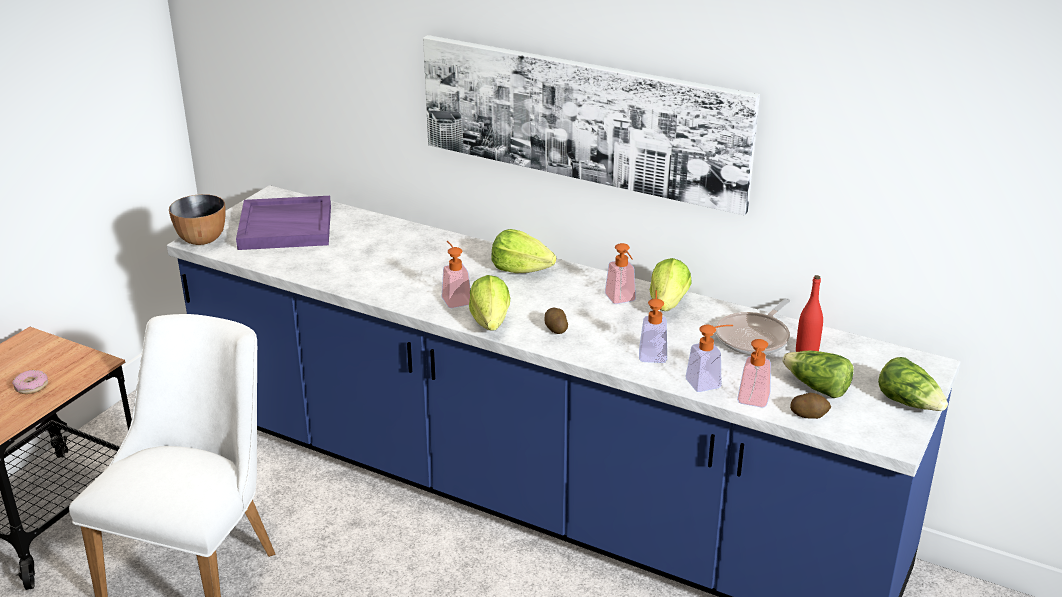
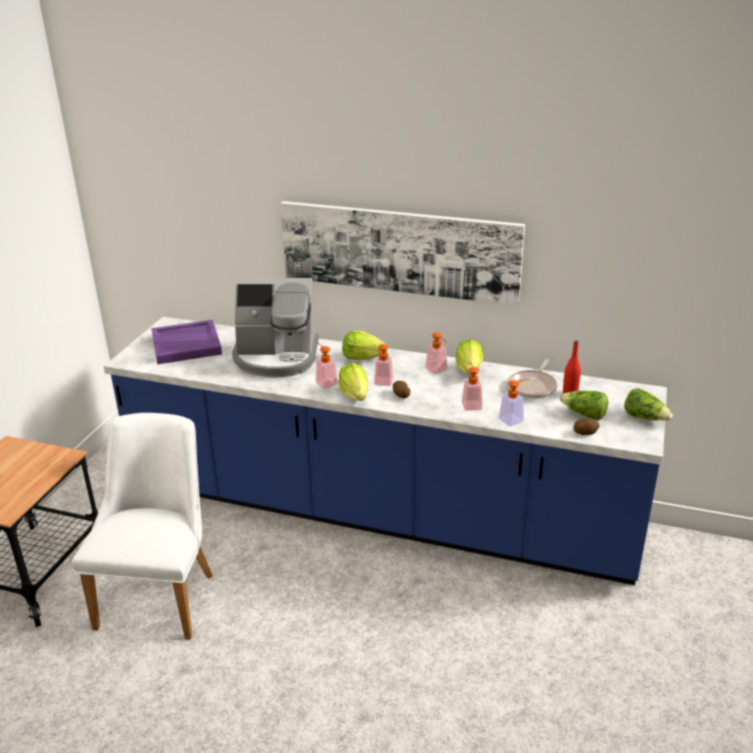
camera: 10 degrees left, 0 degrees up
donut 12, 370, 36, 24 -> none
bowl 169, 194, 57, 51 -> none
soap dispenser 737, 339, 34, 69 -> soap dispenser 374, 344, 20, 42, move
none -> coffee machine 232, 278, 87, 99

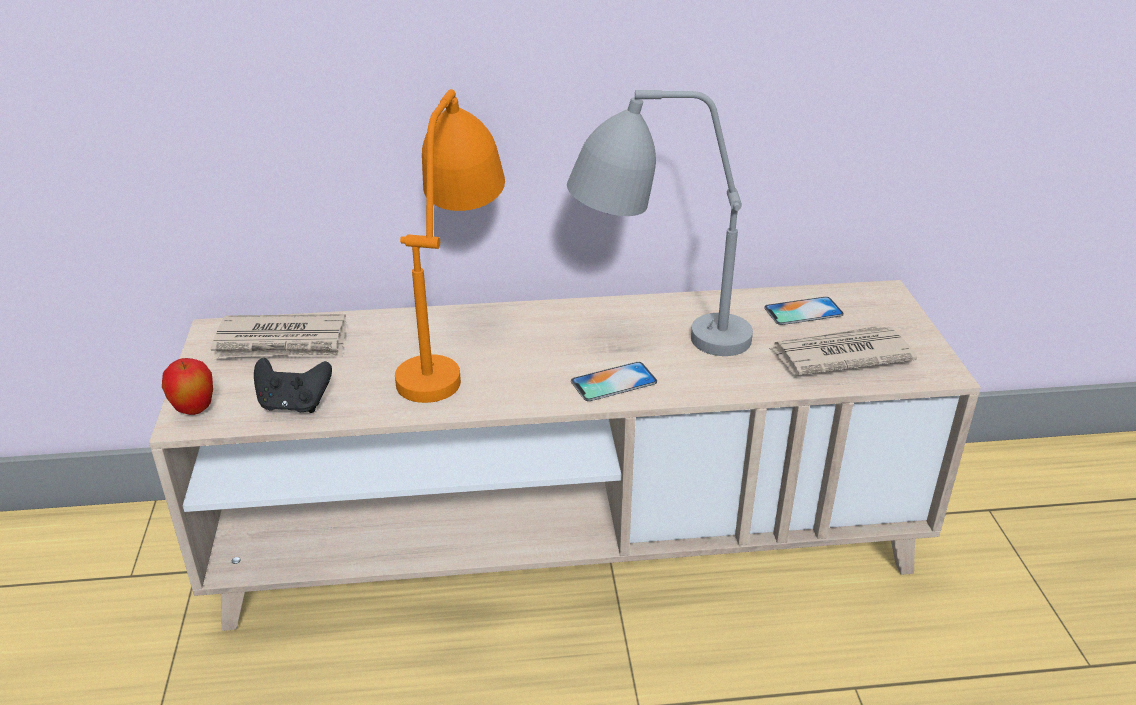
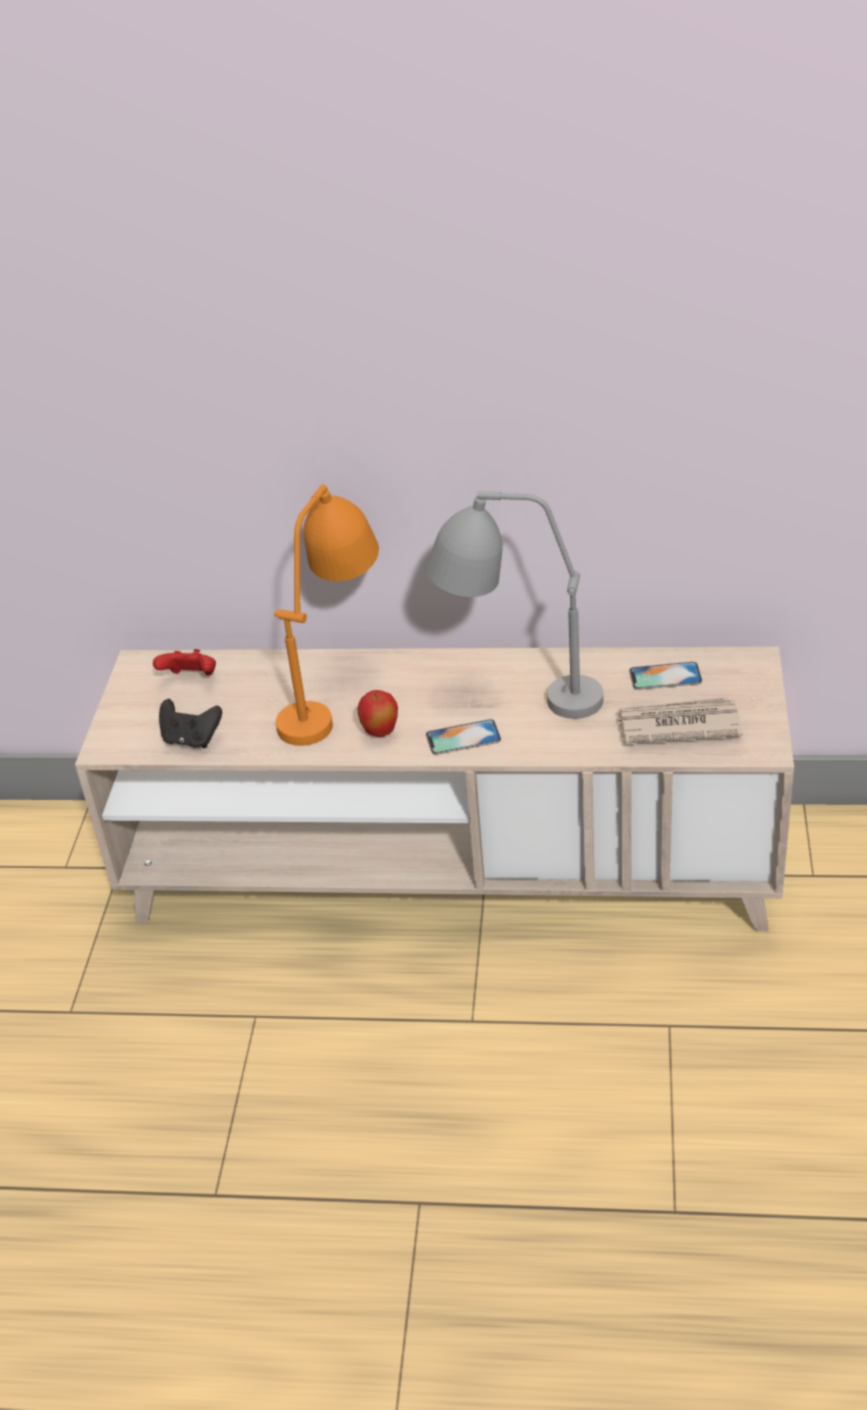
camera: 15 degrees right, 5 degrees up
apple 162, 358, 51, 57 -> apple 357, 690, 41, 47, move
newspaper 211, 314, 135, 44 -> game controller in red 153, 649, 63, 26

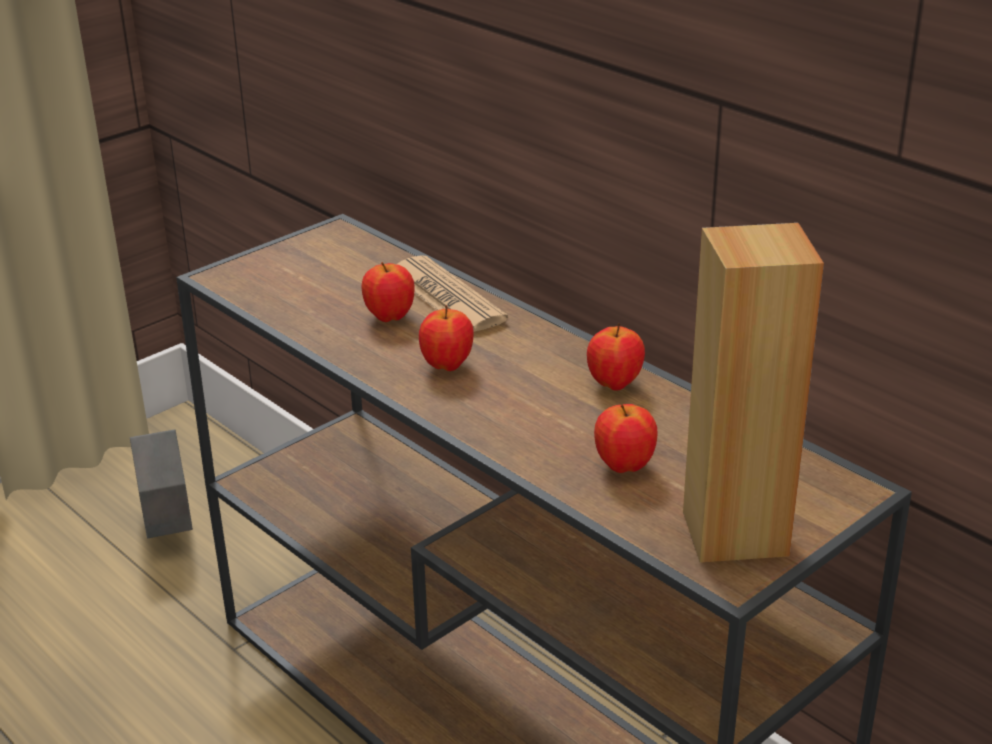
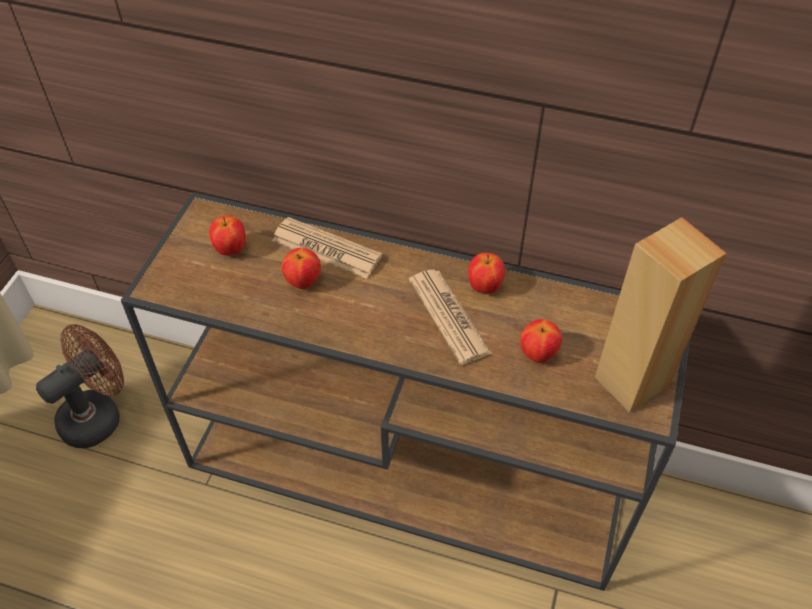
camera: 30 degrees left, 20 degrees up
planter in grey 130, 429, 63, 109 -> fan in brown 36, 324, 88, 124
apple 419, 305, 55, 66 -> apple 209, 216, 37, 39, move
none -> newspaper 409, 269, 83, 96

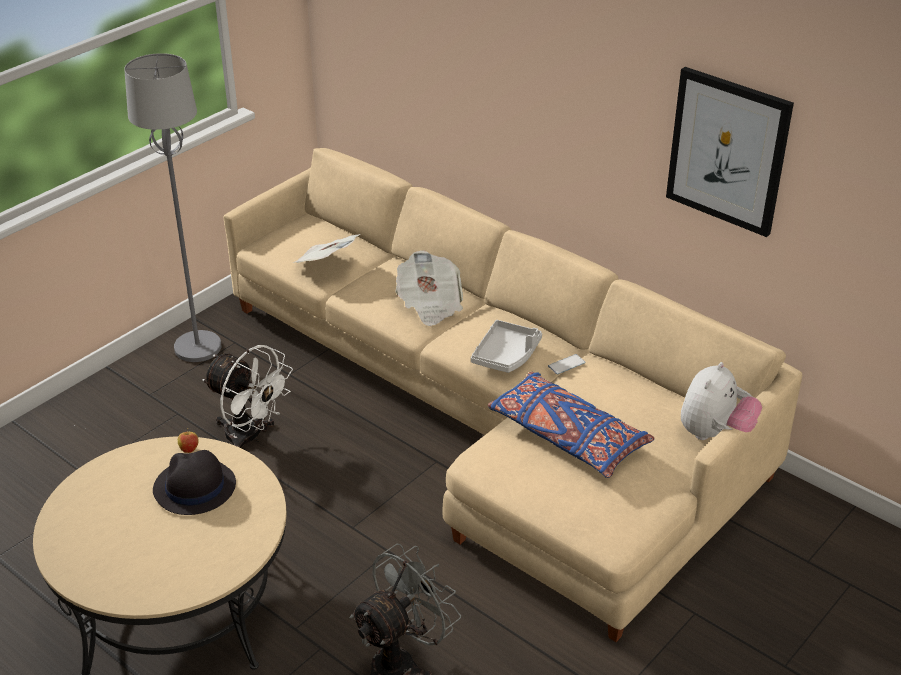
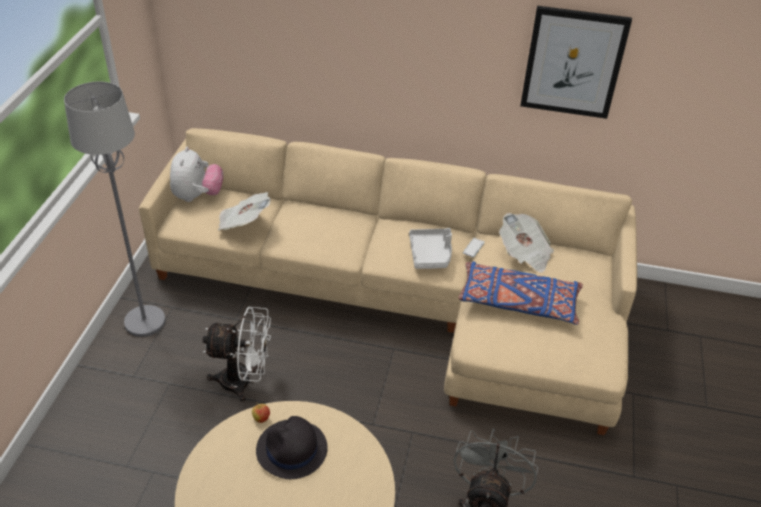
camera: 30 degrees left, 5 degrees up
newspaper 396, 250, 67, 76 -> newspaper 499, 213, 55, 60, move
plush toy 681, 362, 81, 78 -> plush toy 170, 147, 53, 55, move

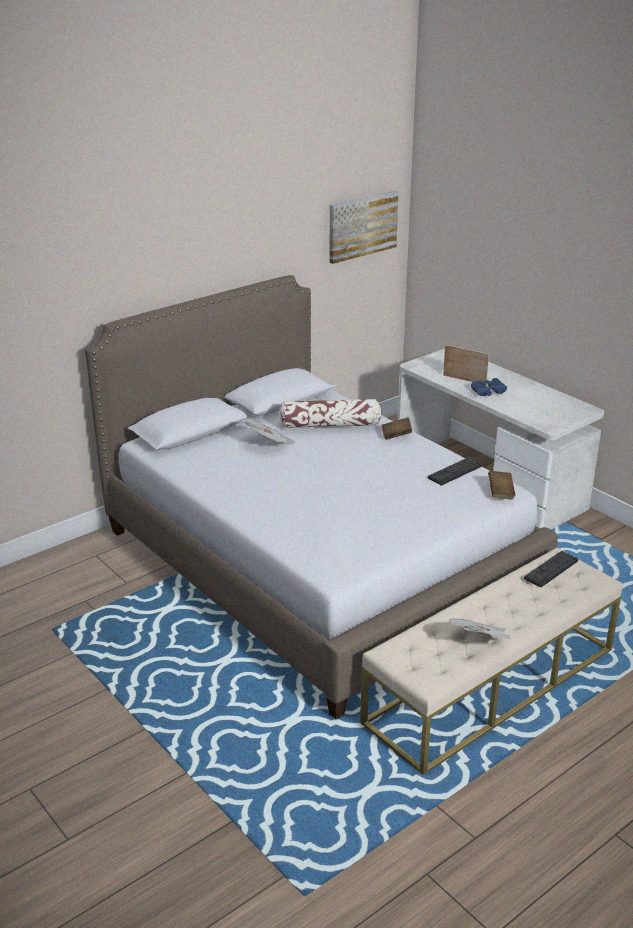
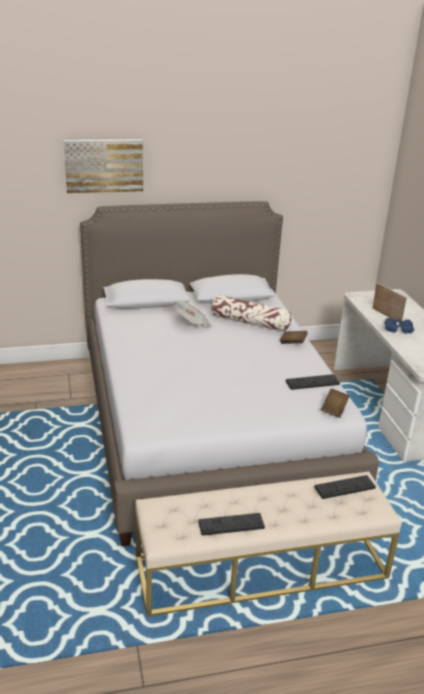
camera: 25 degrees right, 0 degrees up
picture 329, 191, 70, 73 -> picture 64, 139, 79, 54, move
newspaper 449, 618, 62, 21 -> keyboard 198, 513, 67, 23

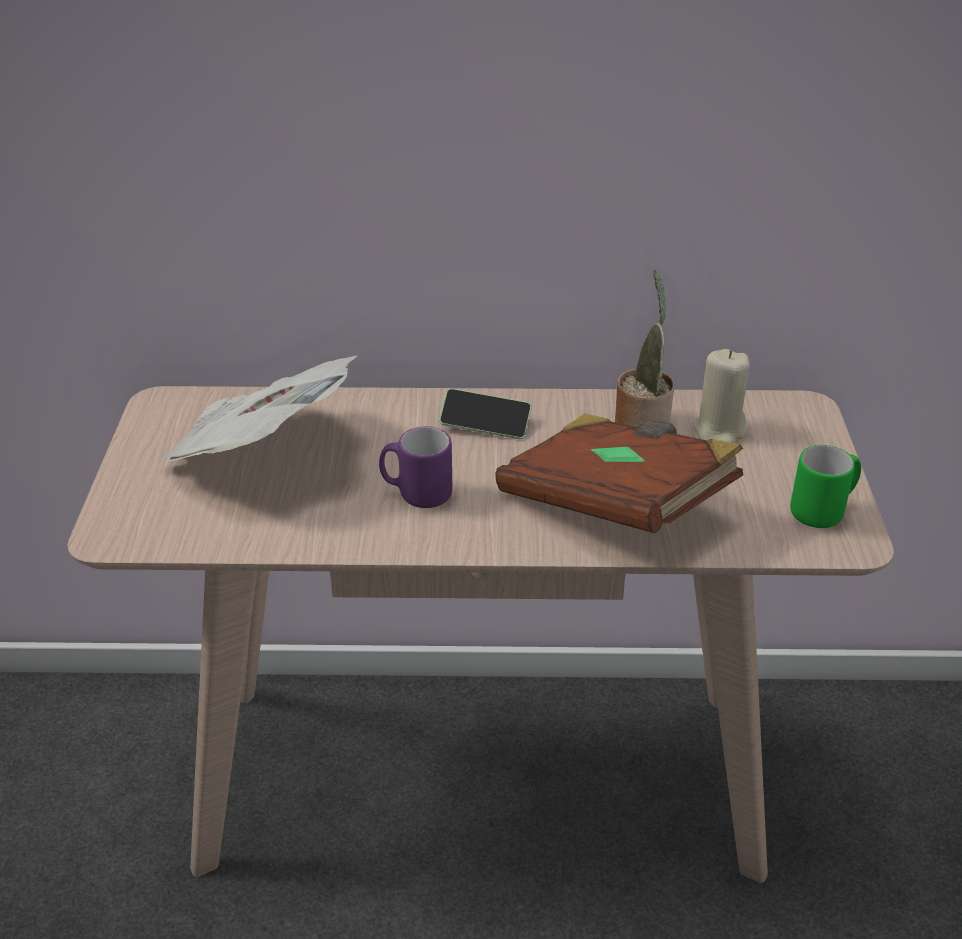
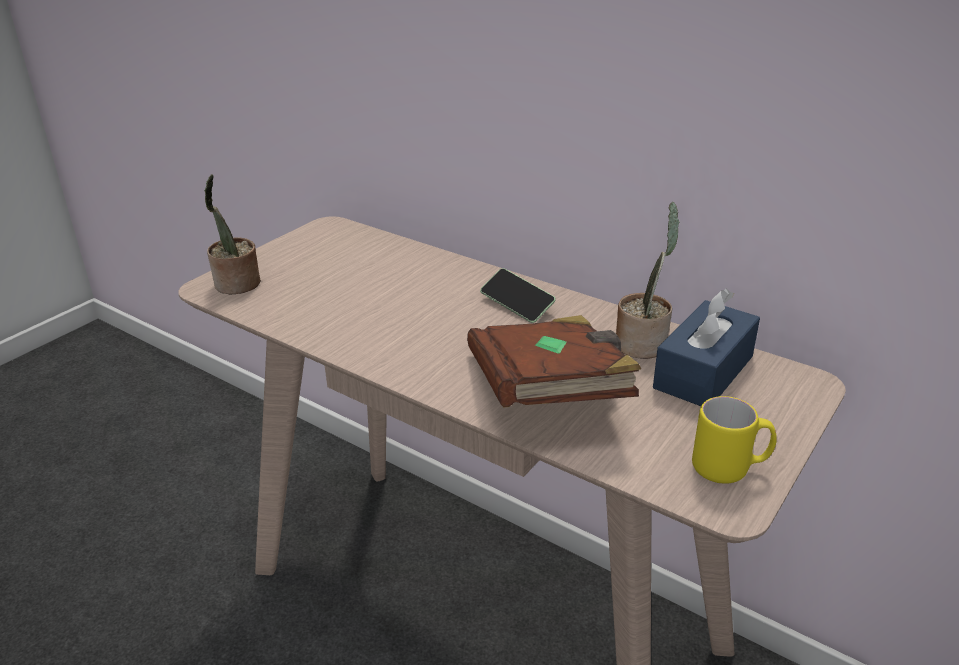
camera: 35 degrees right, 5 degrees down
newspaper 158, 356, 199, 105 -> none
mug in purple 379, 426, 73, 82 -> none
candle in beige 692, 349, 58, 94 -> tissue box in blue 653, 289, 107, 117
mug in green 790, 445, 71, 83 -> mug in yellow 692, 396, 85, 88
none -> potted plant 204, 174, 57, 120

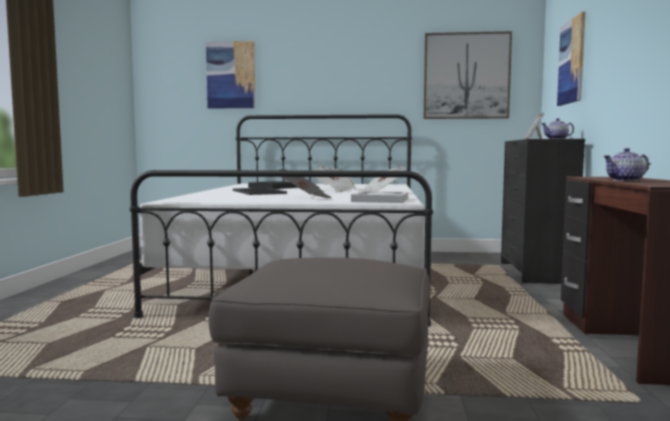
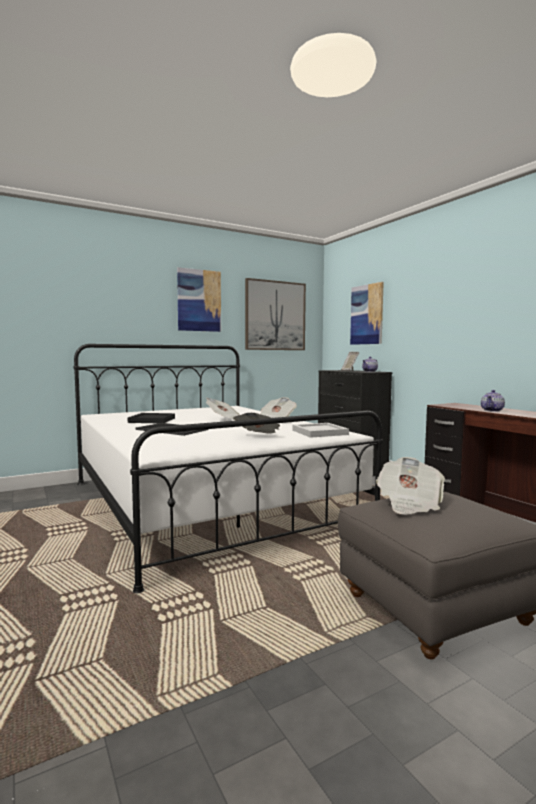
camera: 35 degrees left, 0 degrees up
picture 206, 41, 50, 68 -> picture 177, 267, 44, 65, move
none -> newspaper 376, 457, 69, 58

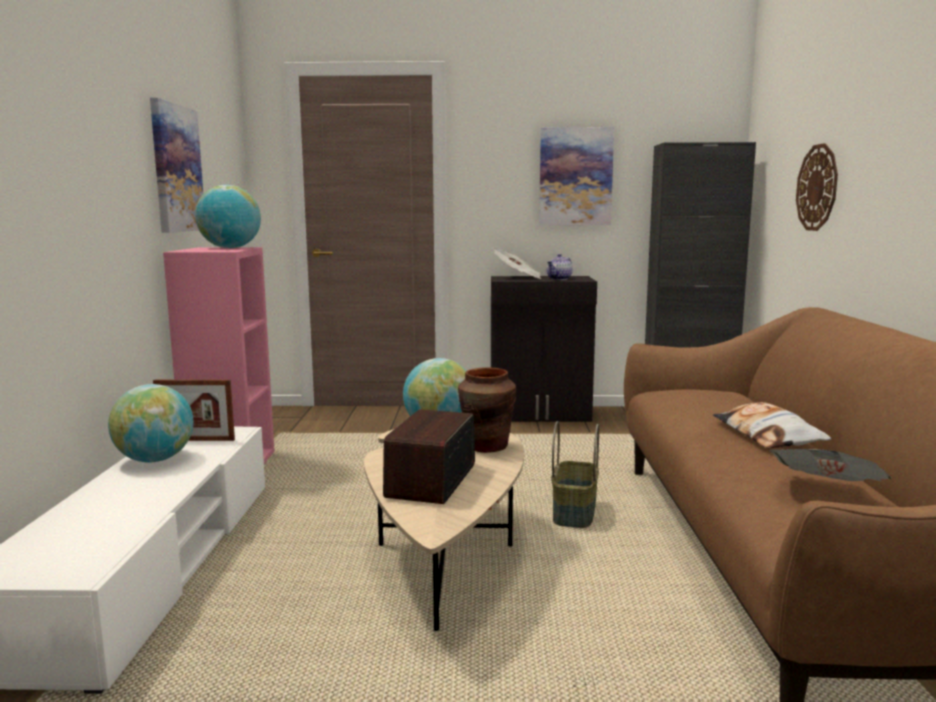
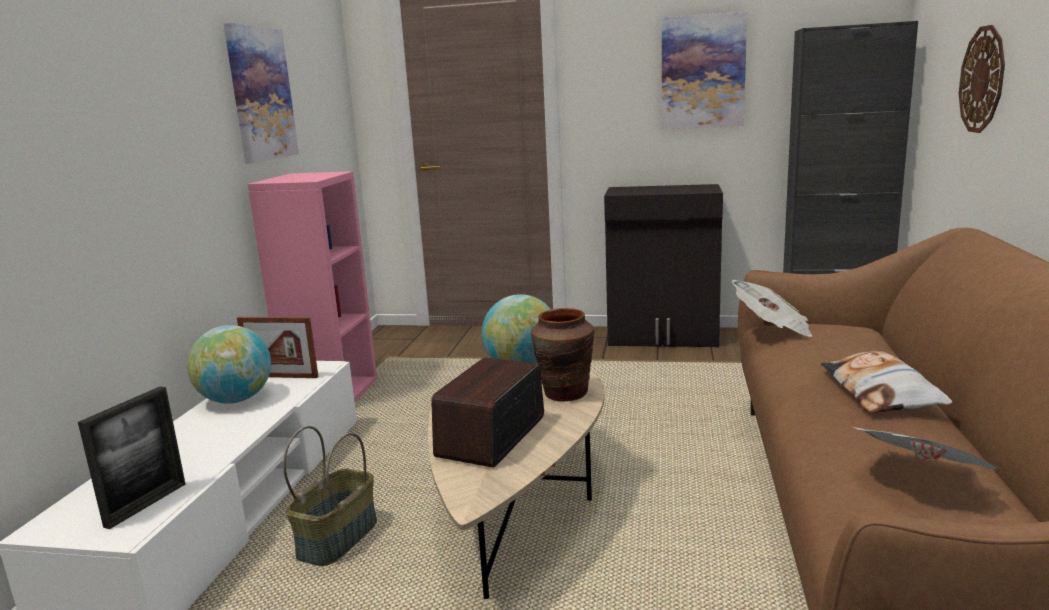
camera: 10 degrees right, 5 degrees up
globe 195, 185, 66, 63 -> none
newspaper 492, 247, 49, 32 -> newspaper 731, 280, 81, 57, move
teapot 547, 254, 26, 26 -> none
basket 551, 421, 48, 107 -> basket 283, 426, 94, 140, move
none -> picture frame 78, 386, 108, 143

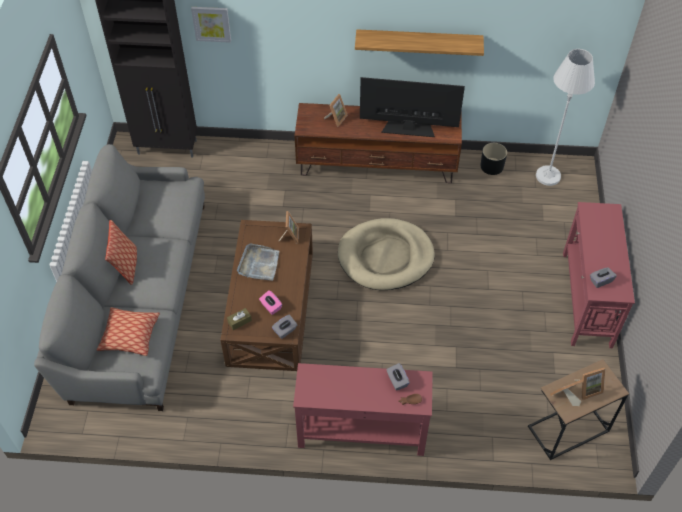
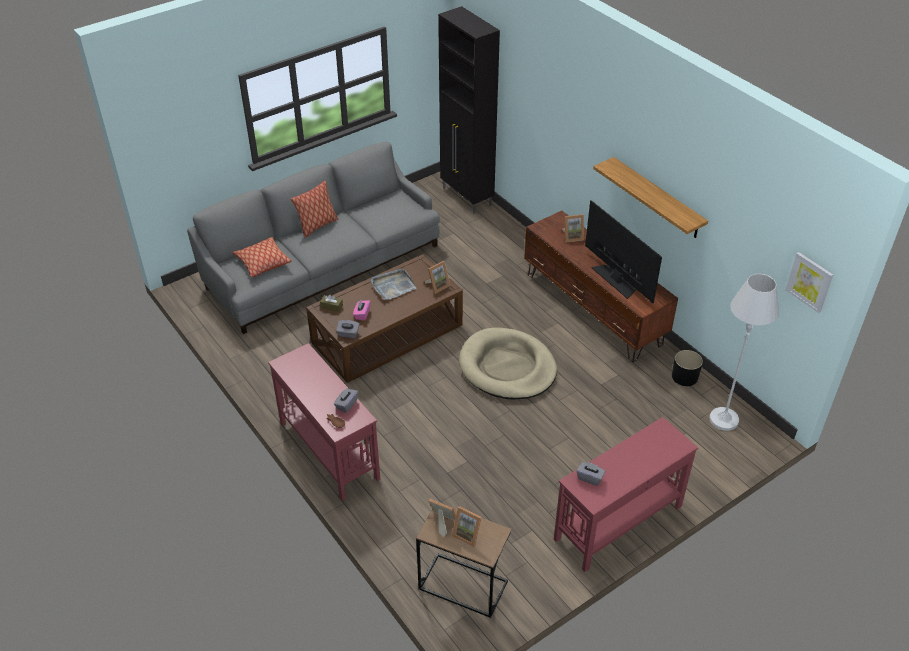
camera: 50 degrees right, 10 degrees down
picture 191, 7, 40, 36 -> picture 786, 252, 47, 61, move

